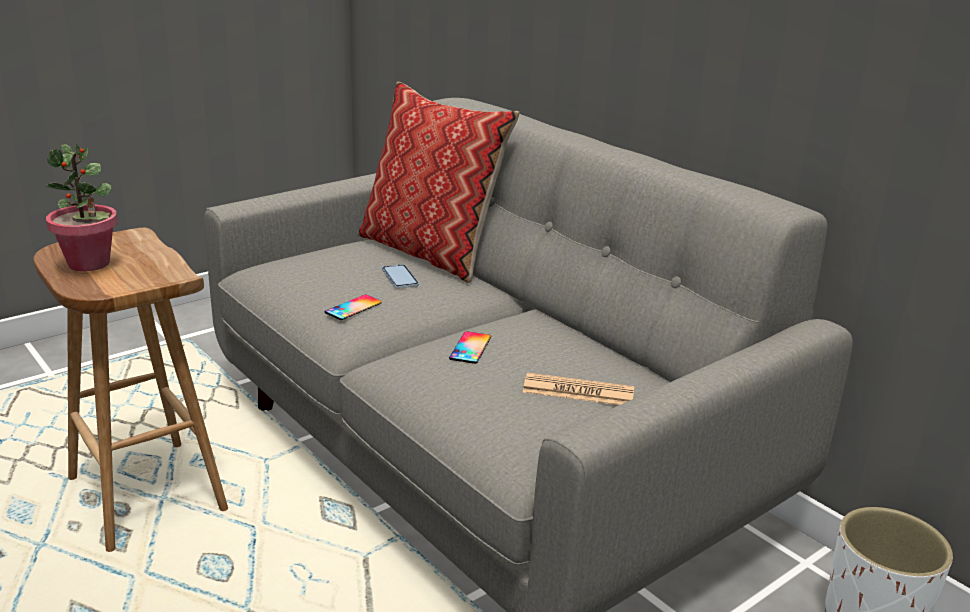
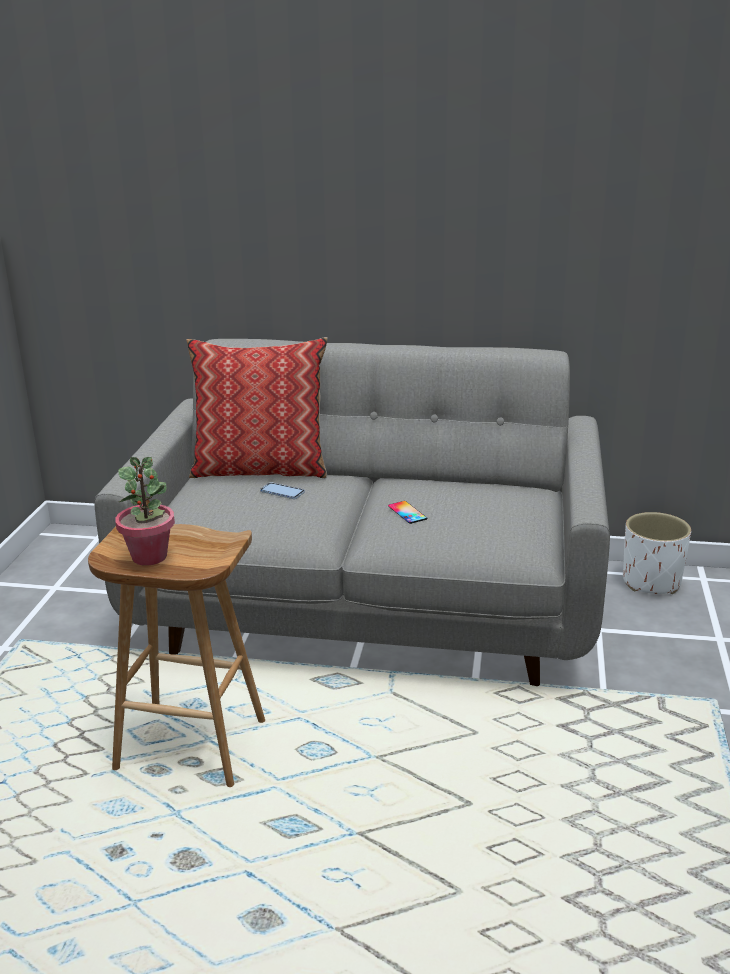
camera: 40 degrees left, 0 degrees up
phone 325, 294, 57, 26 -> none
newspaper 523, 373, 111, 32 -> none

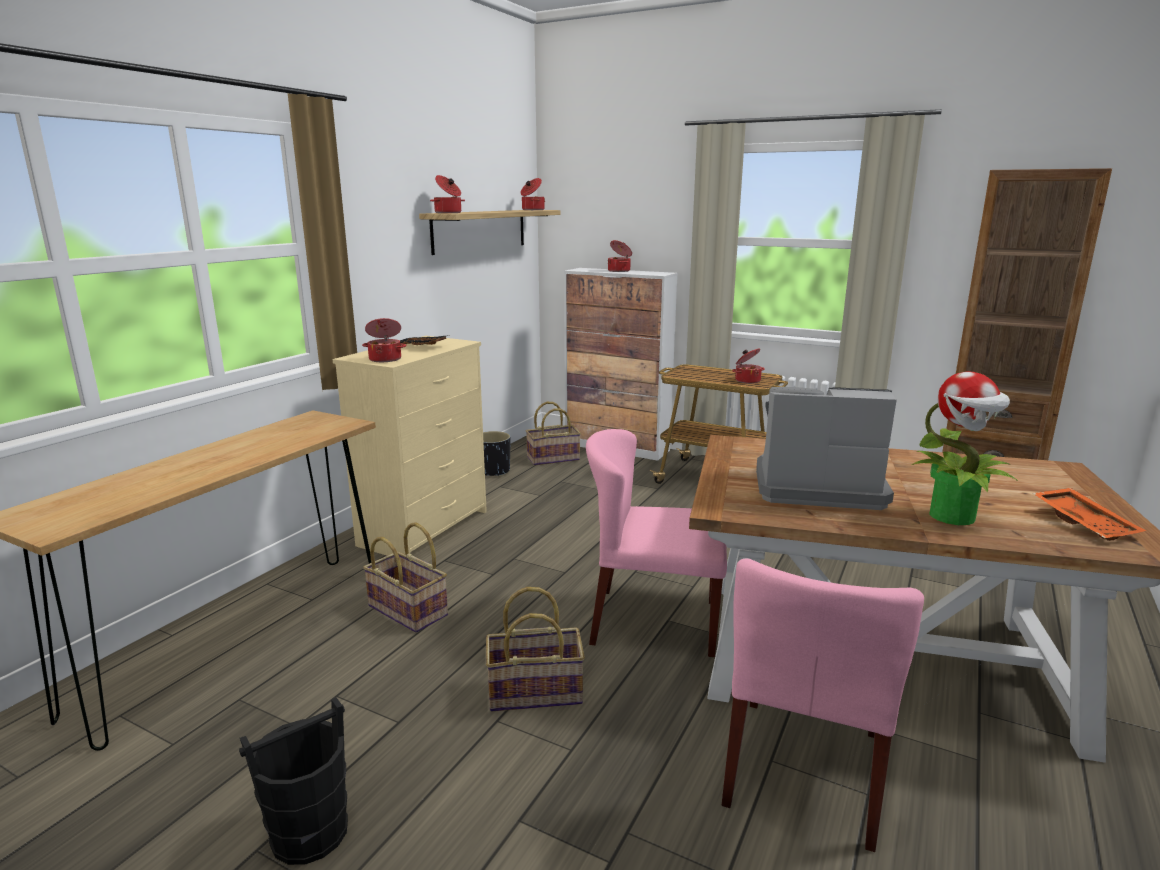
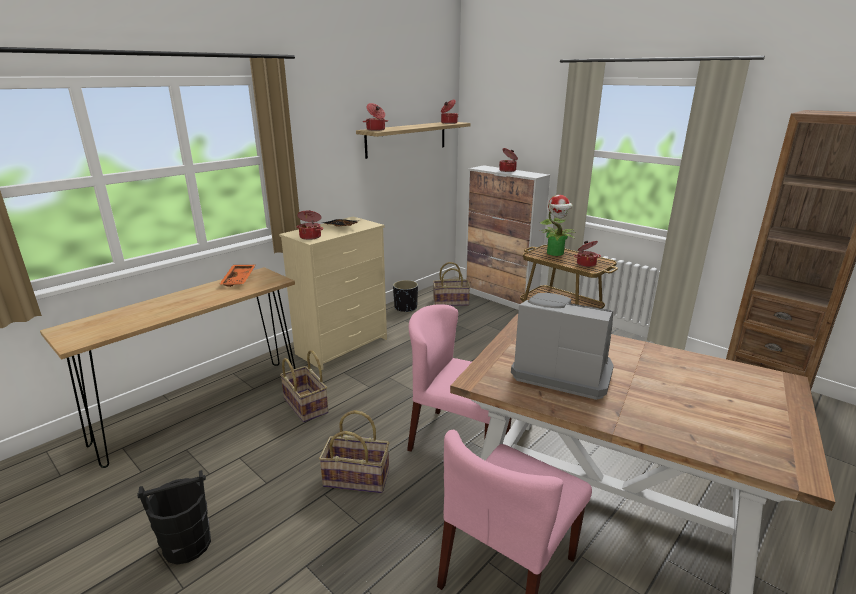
camera: 15 degrees right, 5 degrees up
potted plant 912, 372, 106, 153 -> potted plant 540, 195, 35, 61, move
tray in orange 1033, 488, 113, 53 -> tray in orange 220, 265, 35, 22, move

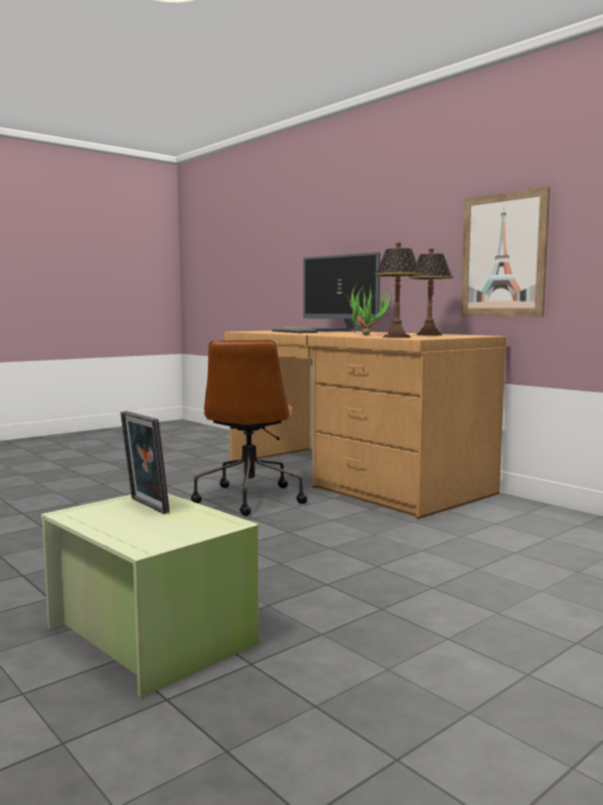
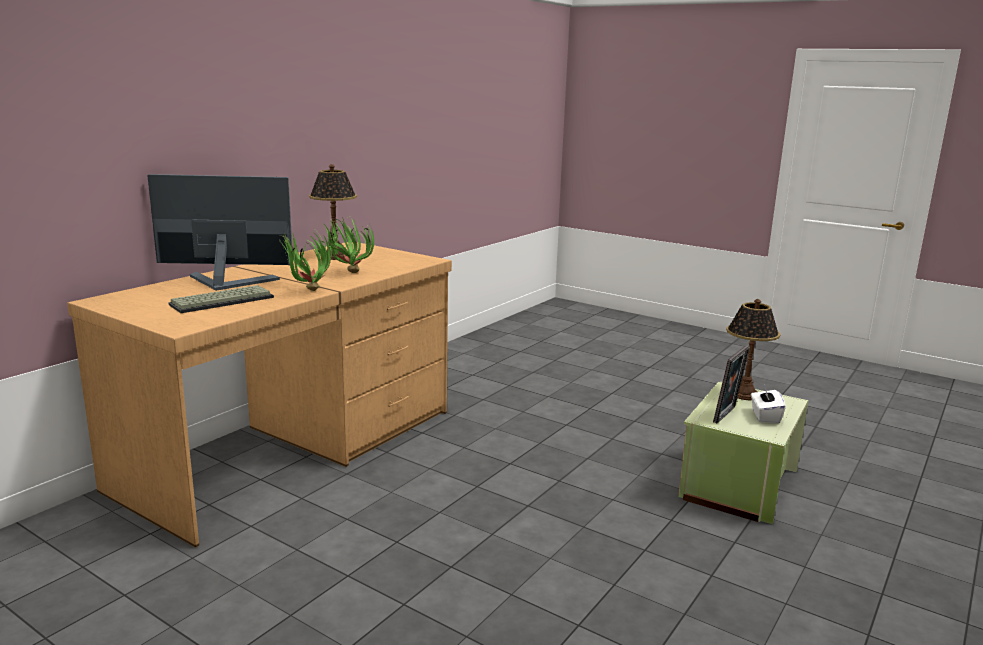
camera: 105 degrees left, 10 degrees up
office chair in brown 191, 340, 116, 176 -> none
monitor 303, 252, 77, 81 -> monitor 147, 174, 145, 117, 120 degrees counterclockwise
table lamp 375, 242, 48, 96 -> table lamp 726, 299, 54, 101, move
picture 461, 186, 89, 131 -> none
none -> potted plant 279, 232, 52, 59
none -> tissue box in white 751, 388, 35, 36

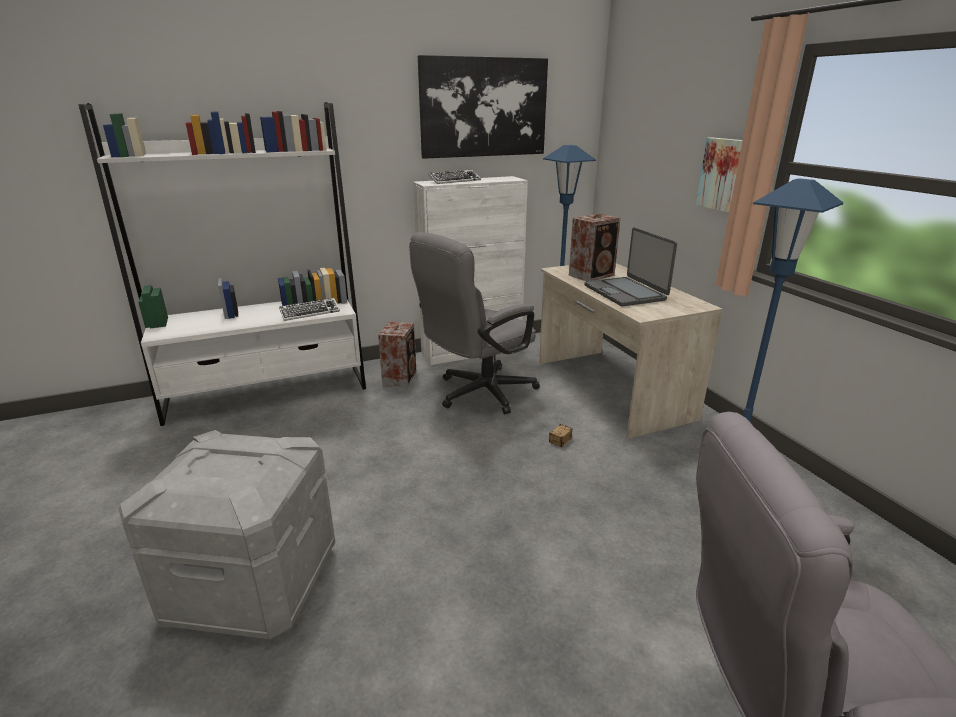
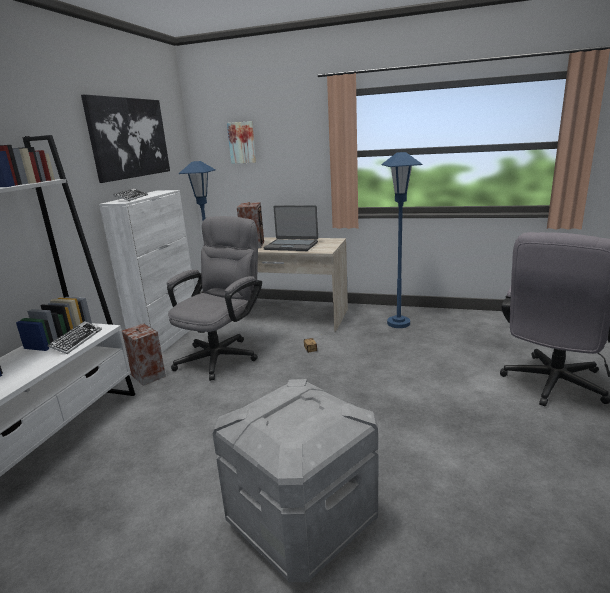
camera: 50 degrees left, 5 degrees down
office chair in grey 409, 232, 131, 182 -> office chair in grey 167, 216, 95, 165, 150 degrees counterclockwise
picture 696, 137, 47, 75 -> picture 227, 121, 29, 43, move

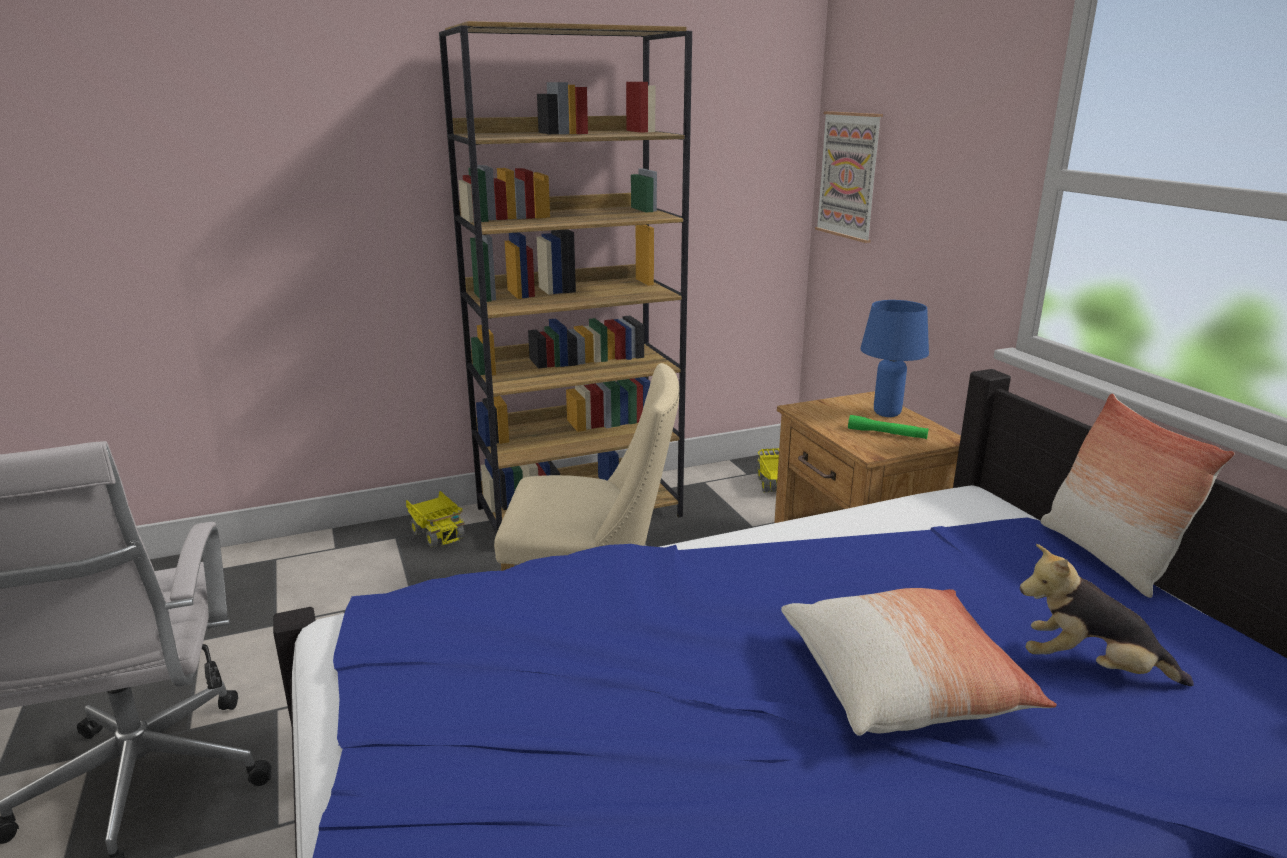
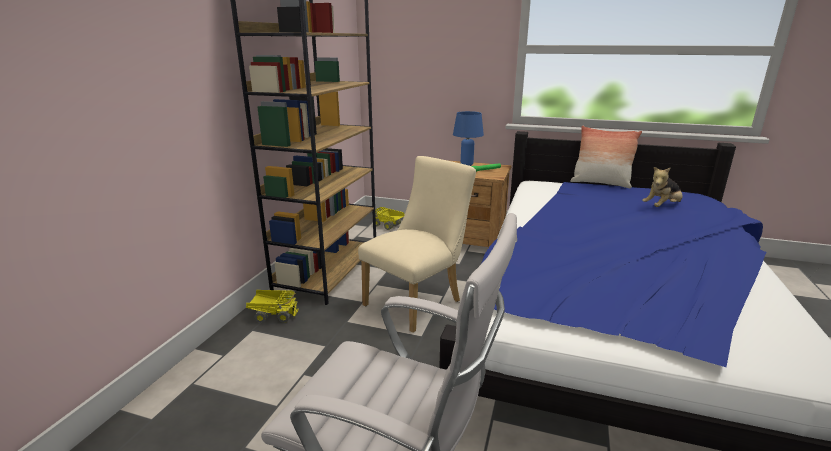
camera: 50 degrees left, 0 degrees up
pillow 781, 588, 276, 148 -> none
picture 815, 111, 68, 132 -> none

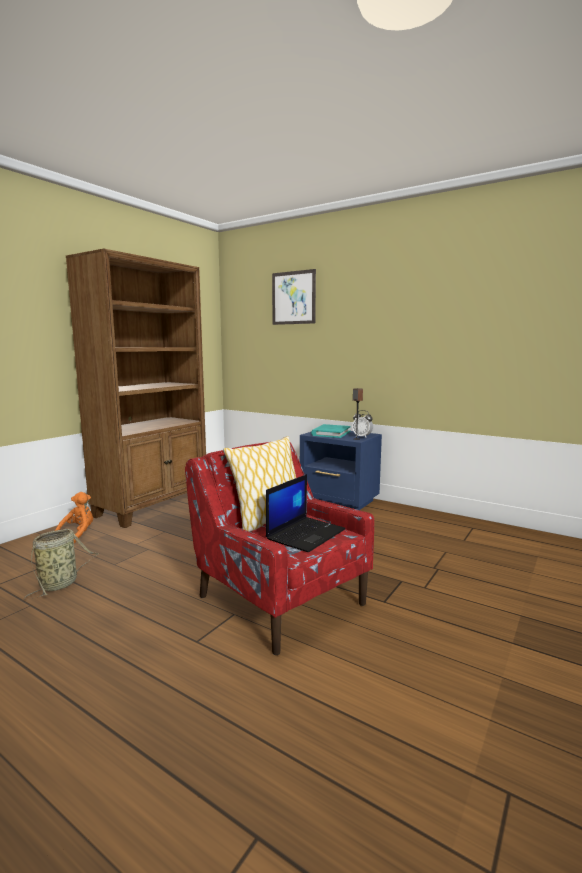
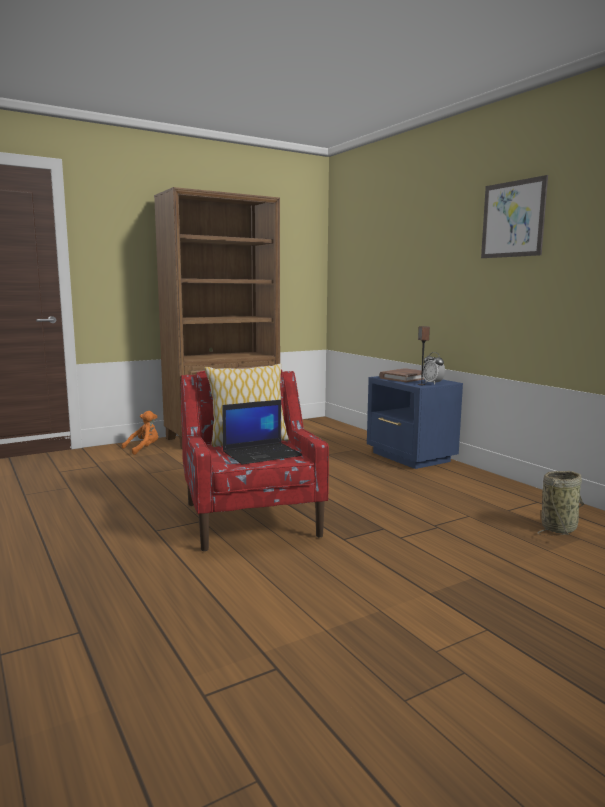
camera: 25 degrees right, 0 degrees up
basket 24, 529, 75, 70 -> basket 537, 471, 47, 65, move
picture 272, 269, 44, 56 -> picture 481, 175, 67, 83, move
book in turquoise 311, 424, 40, 14 -> book in brown 379, 368, 46, 14

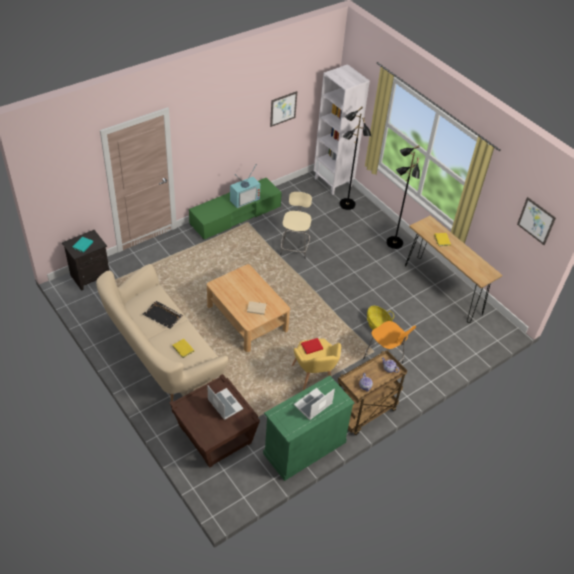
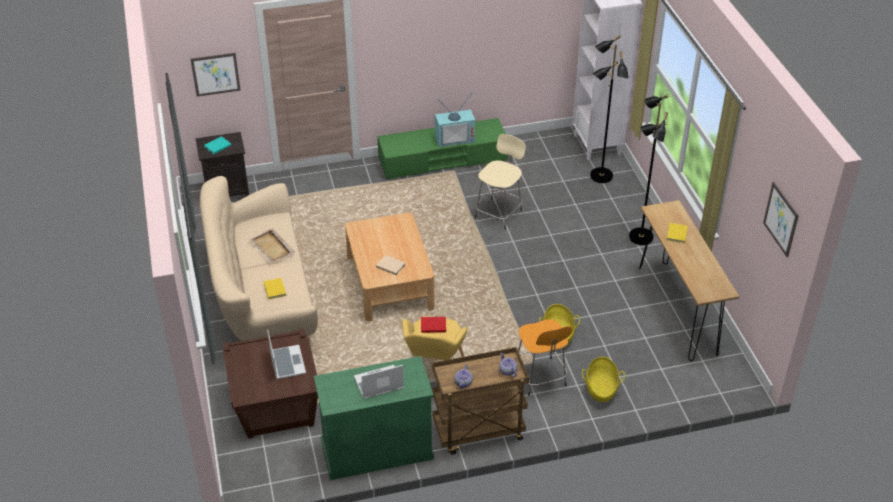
camera: 25 degrees right, 5 degrees down
tray in black 142, 301, 41, 28 -> tray in beige 249, 228, 46, 35
picture 270, 91, 27, 36 -> picture 190, 53, 51, 44, move
none -> basket 582, 357, 43, 45

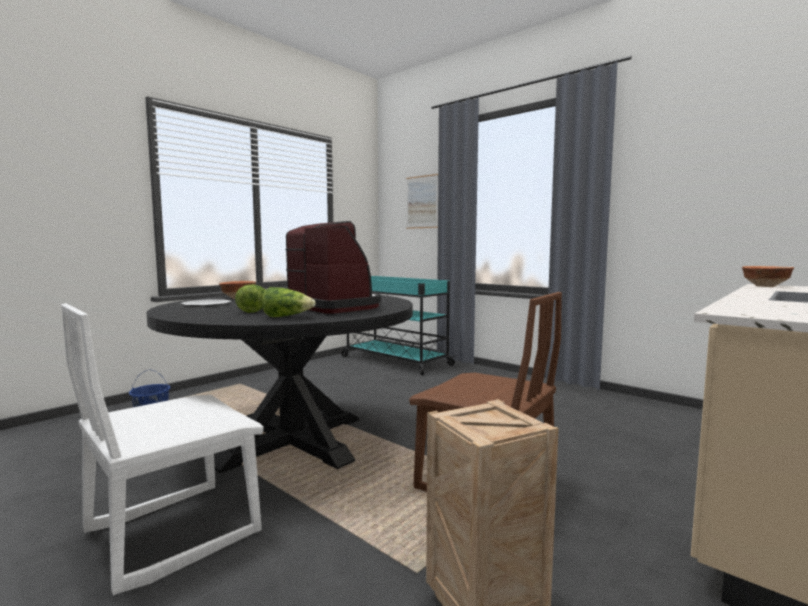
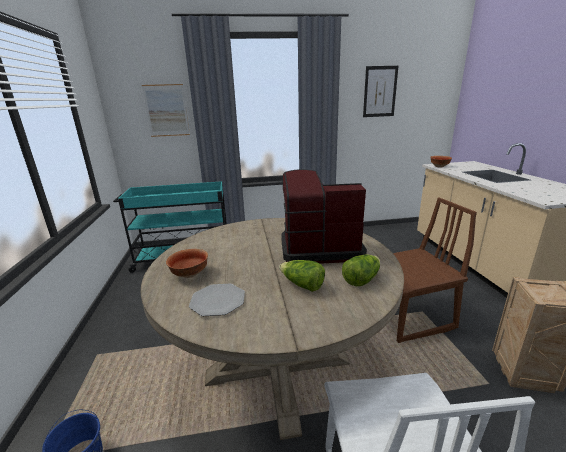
camera: 50 degrees left, 15 degrees up
dining table in black 147, 295, 266, 178 -> dining table in beige 141, 218, 263, 222
none -> picture 363, 66, 35, 51

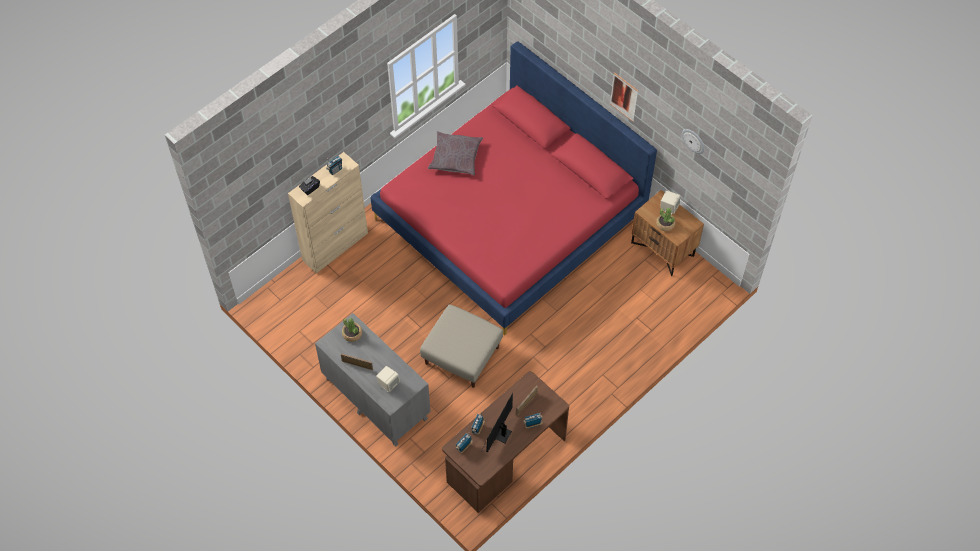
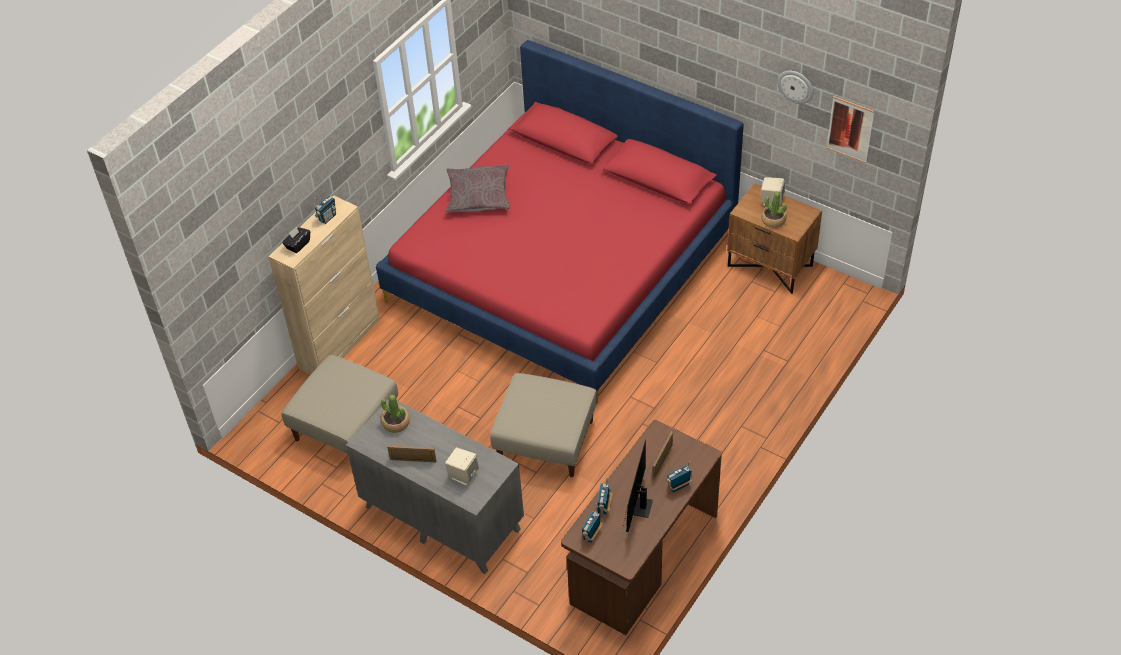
camera: 10 degrees left, 10 degrees down
picture 610, 72, 28, 50 -> picture 826, 96, 49, 67, move
none -> ottoman in beige 281, 355, 117, 98

